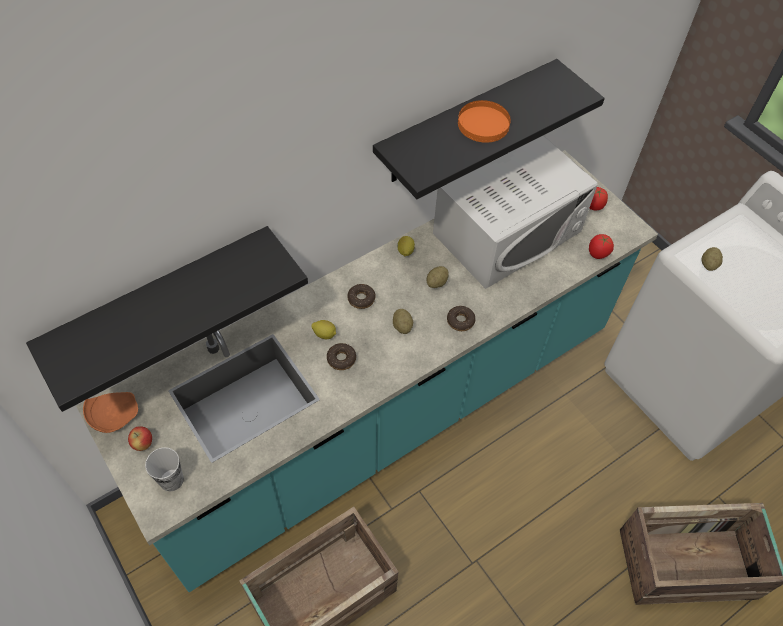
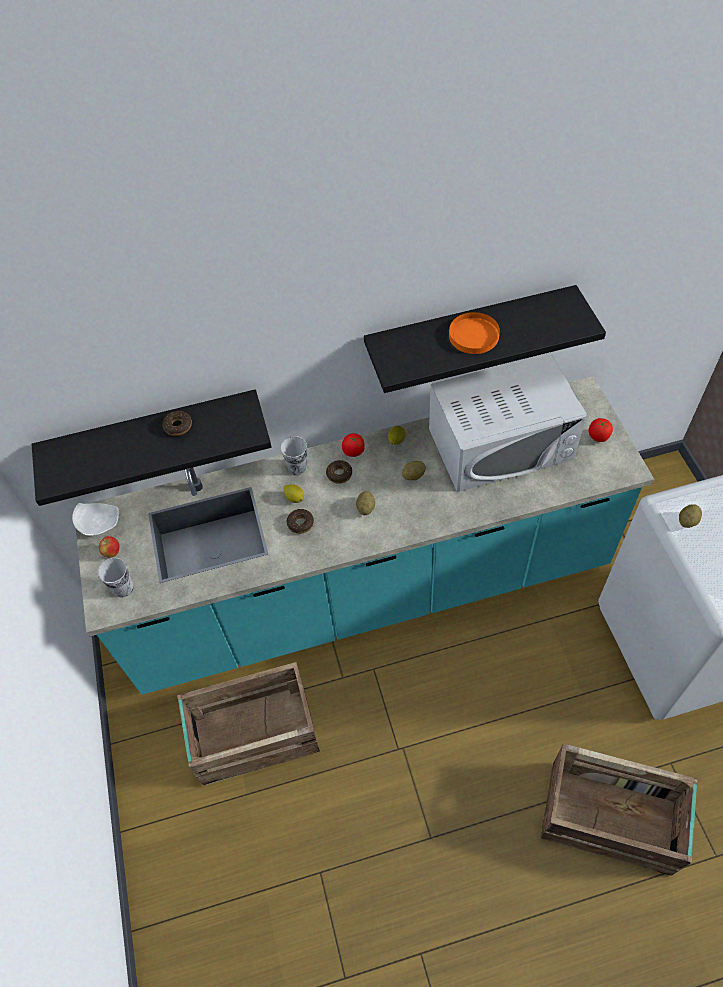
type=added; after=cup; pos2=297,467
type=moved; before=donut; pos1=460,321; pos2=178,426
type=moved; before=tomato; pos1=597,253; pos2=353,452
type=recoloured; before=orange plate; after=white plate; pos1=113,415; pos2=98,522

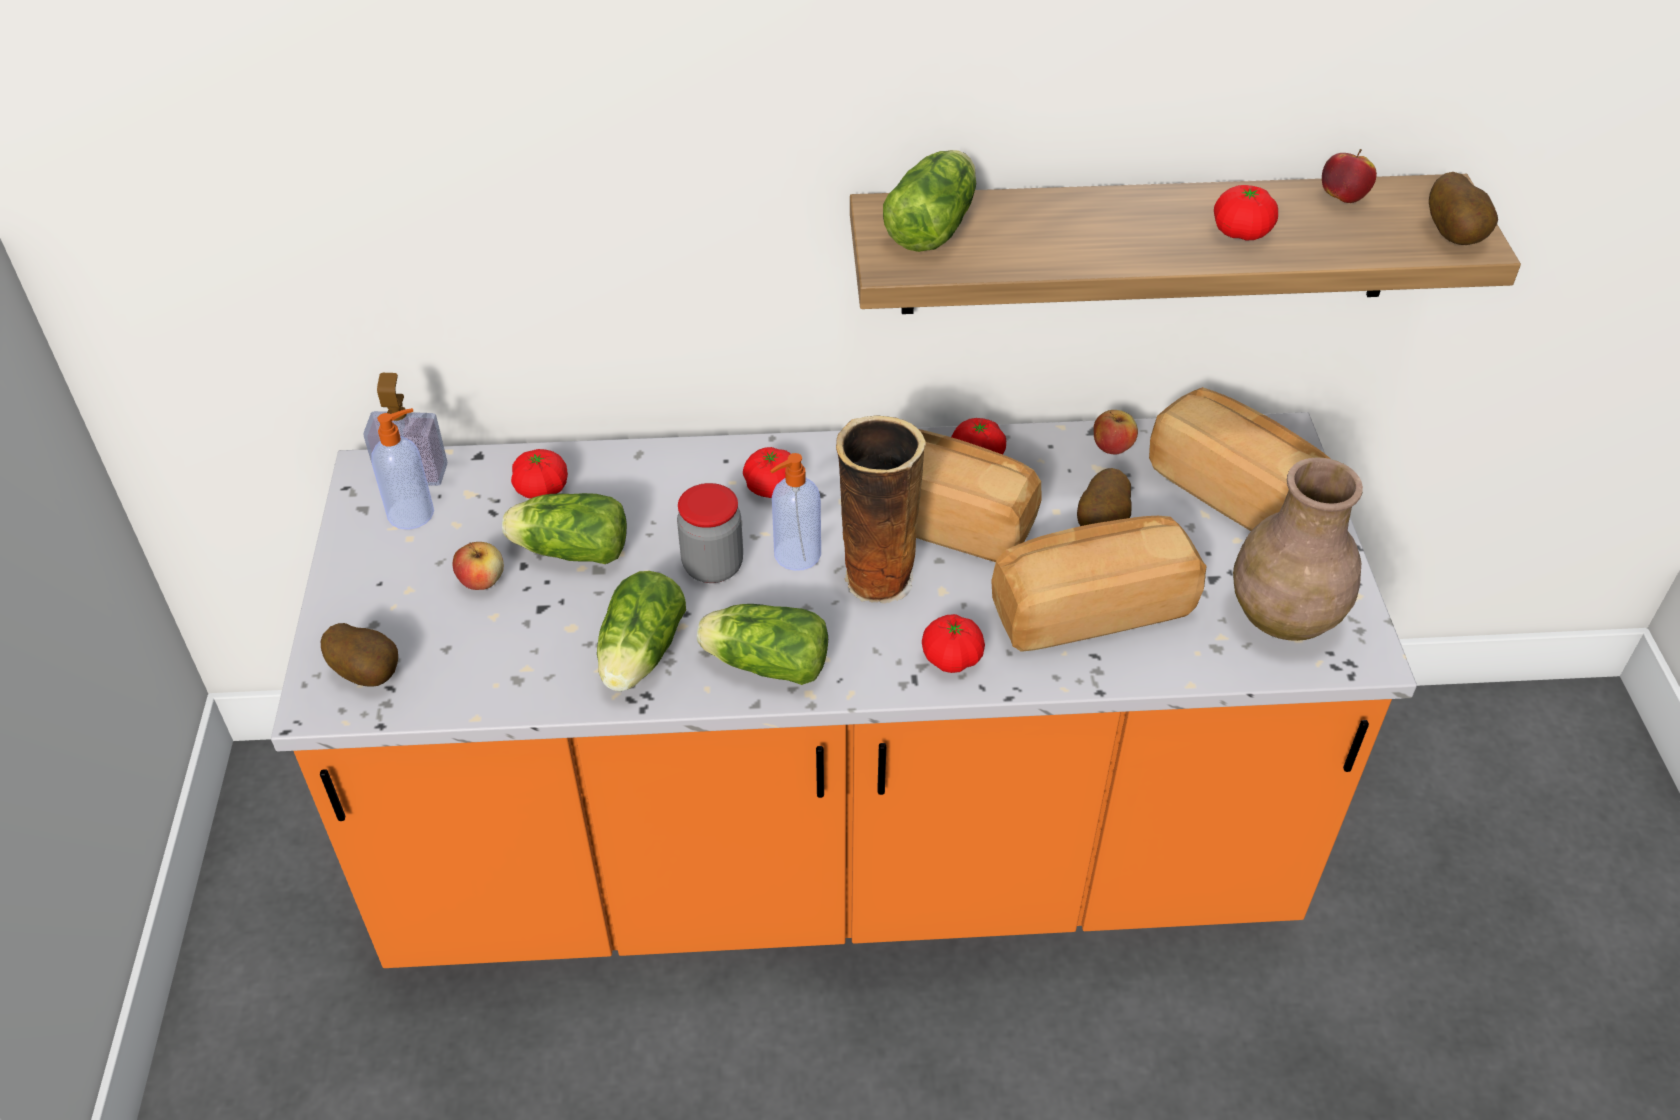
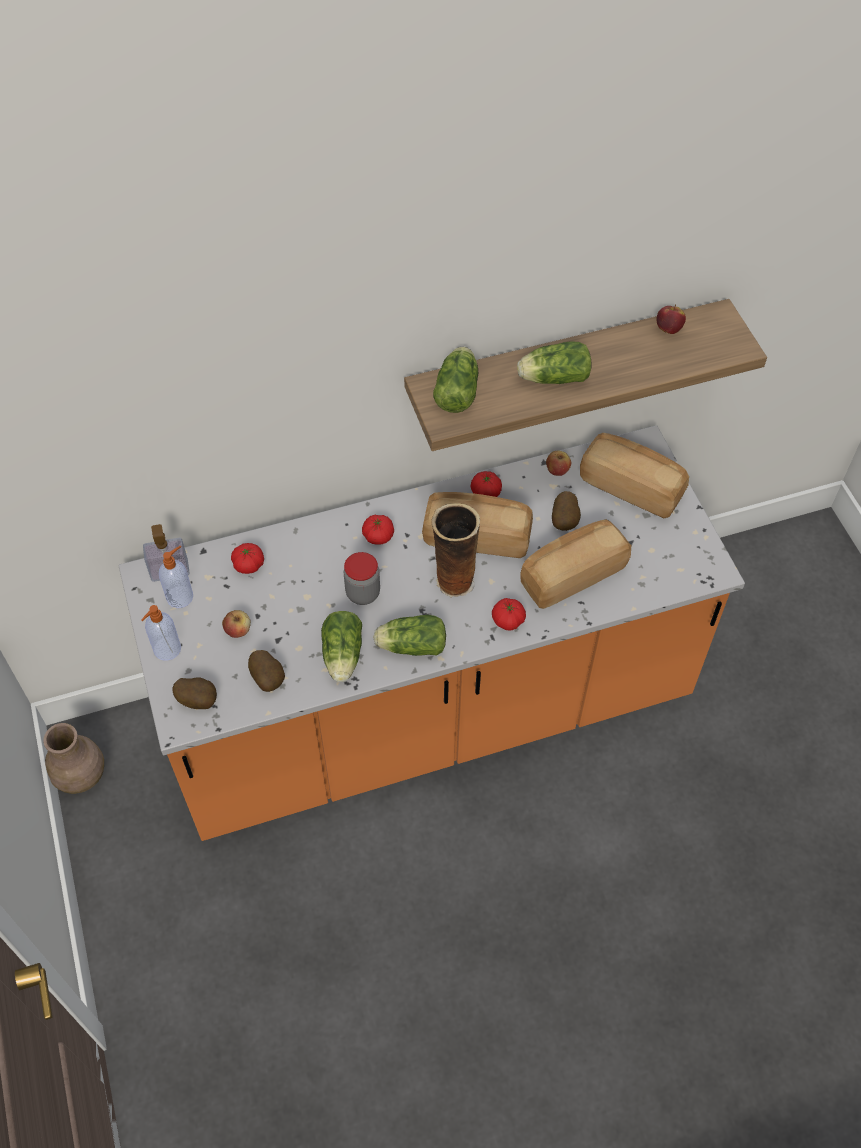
type=removed; before=tomato; pos1=1241,232
type=moved; before=lettuce; pos1=568,550; pos2=552,378
type=moved; before=soap dispenser; pos1=795,555; pos2=166,649
type=moved; before=brown vase; pos1=1284,618; pos2=81,777
type=moved; before=potato; pos1=1455,236; pos2=268,679

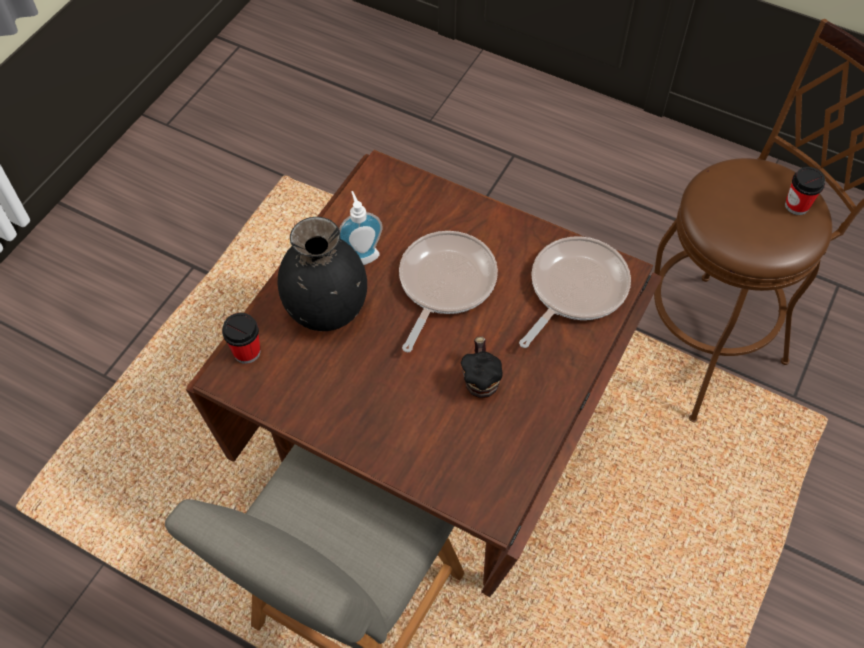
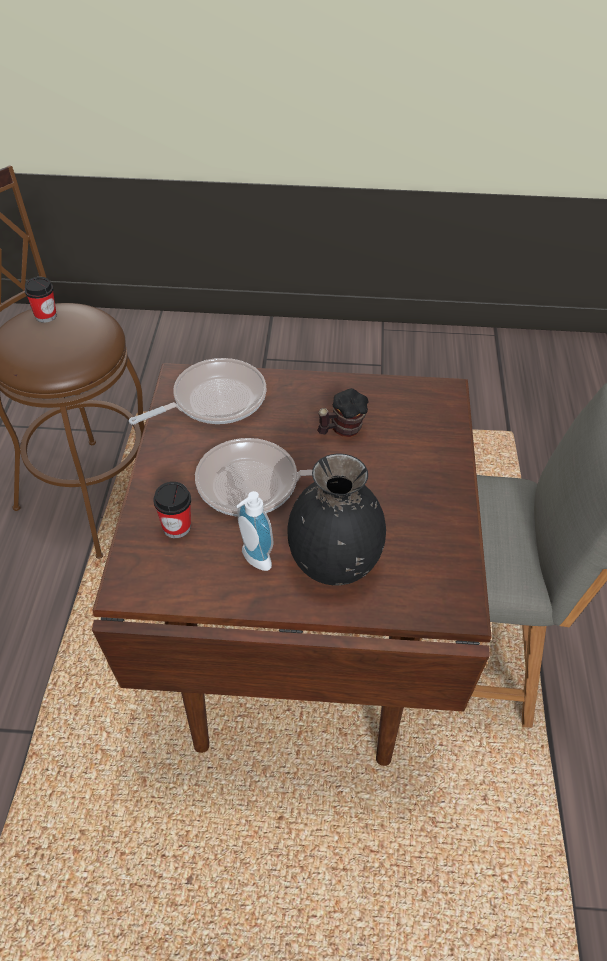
type=moved; before=cup; pos1=247,352; pos2=176,527
type=turned; before=frying pan; pos1=574,289; pos2=214,400; turn=135

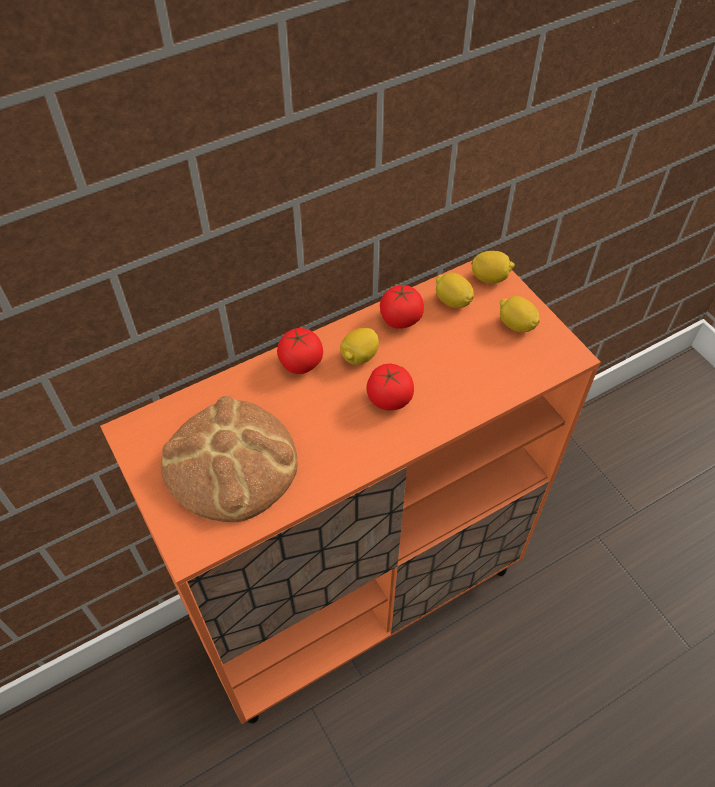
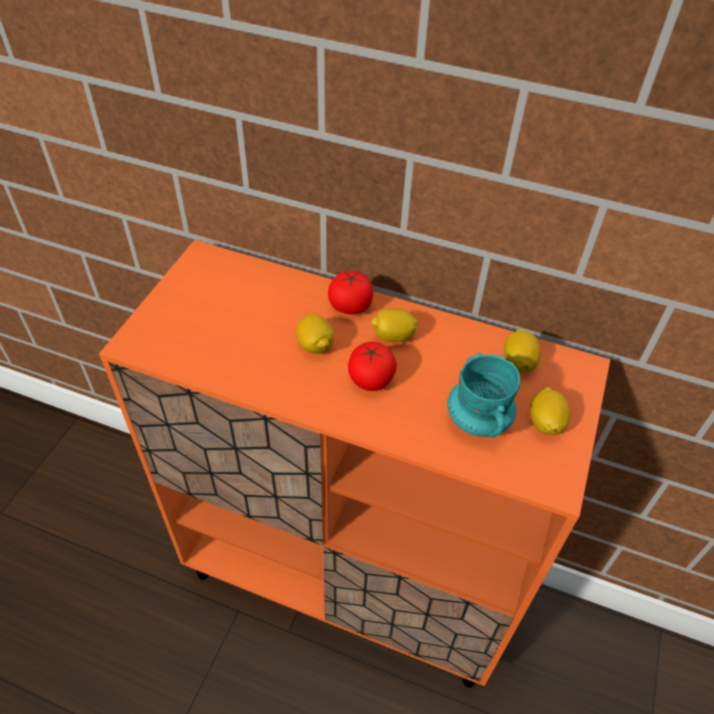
type=removed; before=bread; pos1=231,462
type=removed; before=tomato; pos1=400,319
type=added; after=turquoise mug; pos2=477,419
type=moved; before=lemon; pos1=490,277; pos2=315,345

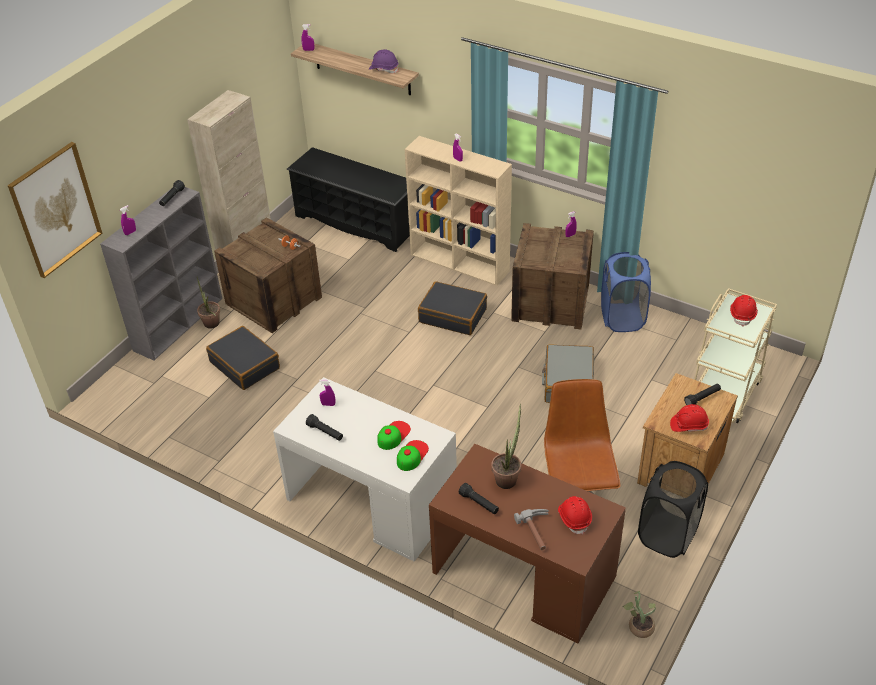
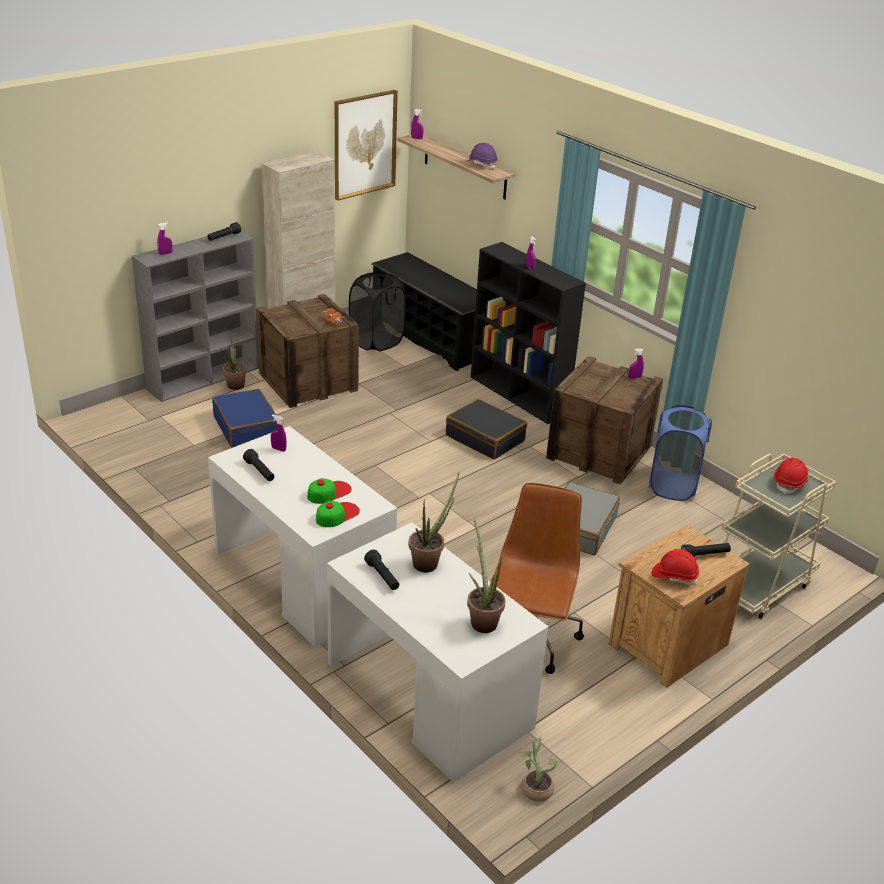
type=removed; before=hammer; pos1=538,531
type=moved; before=picture; pos1=55,210; pos2=364,144
type=moved; before=black laundry basket; pos1=668,534; pos2=376,341
type=replaced; before=red hard hat; after=potted plant; pos1=574,518; pos2=482,620
type=recoloured; before=black suitcase; after=blue suitcase; pos1=245,365; pos2=246,427
type=recoloured; before=beige bookcase; after=black bookcase; pos1=460,263; pos2=519,396
type=recoloured; before=brown desk; after=white desk; pos1=523,574; pos2=428,695

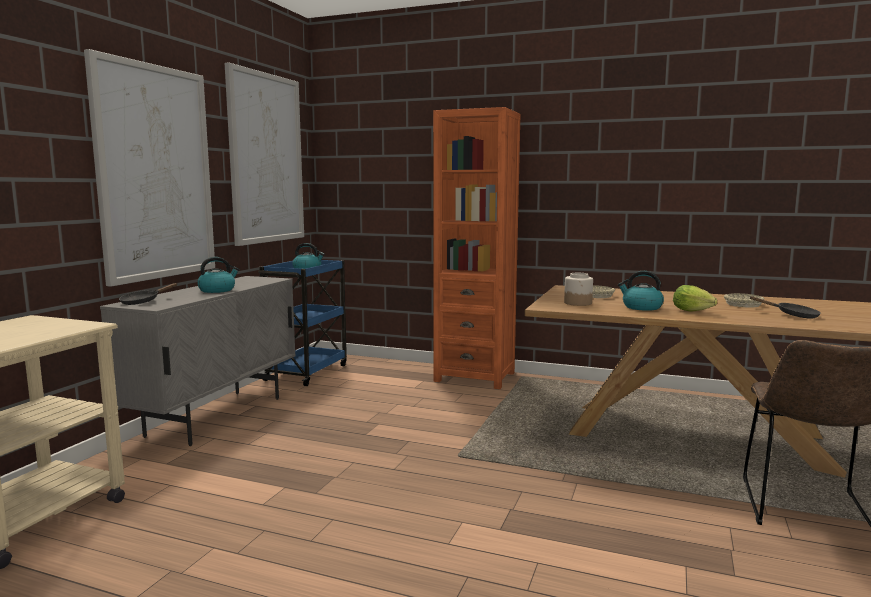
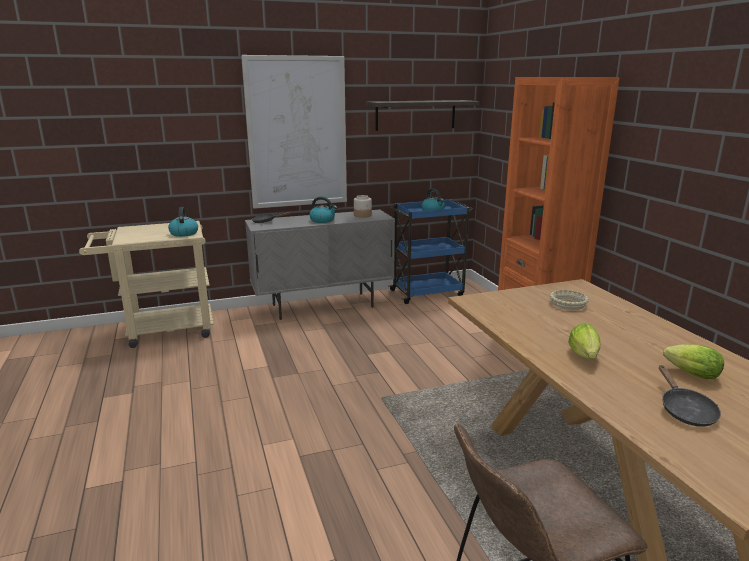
type=moved; before=jar; pos1=578,303; pos2=362,215
type=moved; before=kettle; pos1=641,307; pos2=184,233
type=replaced; before=picture; after=shelf; pos1=266,159; pos2=415,115
type=replaced; before=beige bowl; after=lettuce; pos1=743,304; pos2=689,373

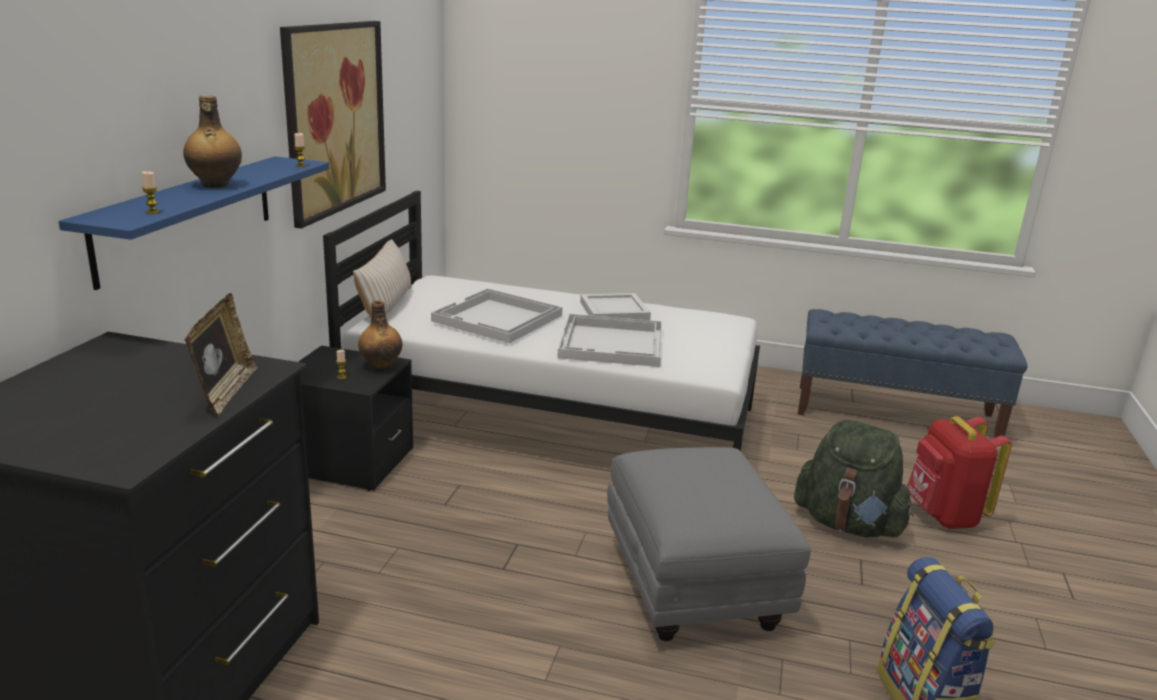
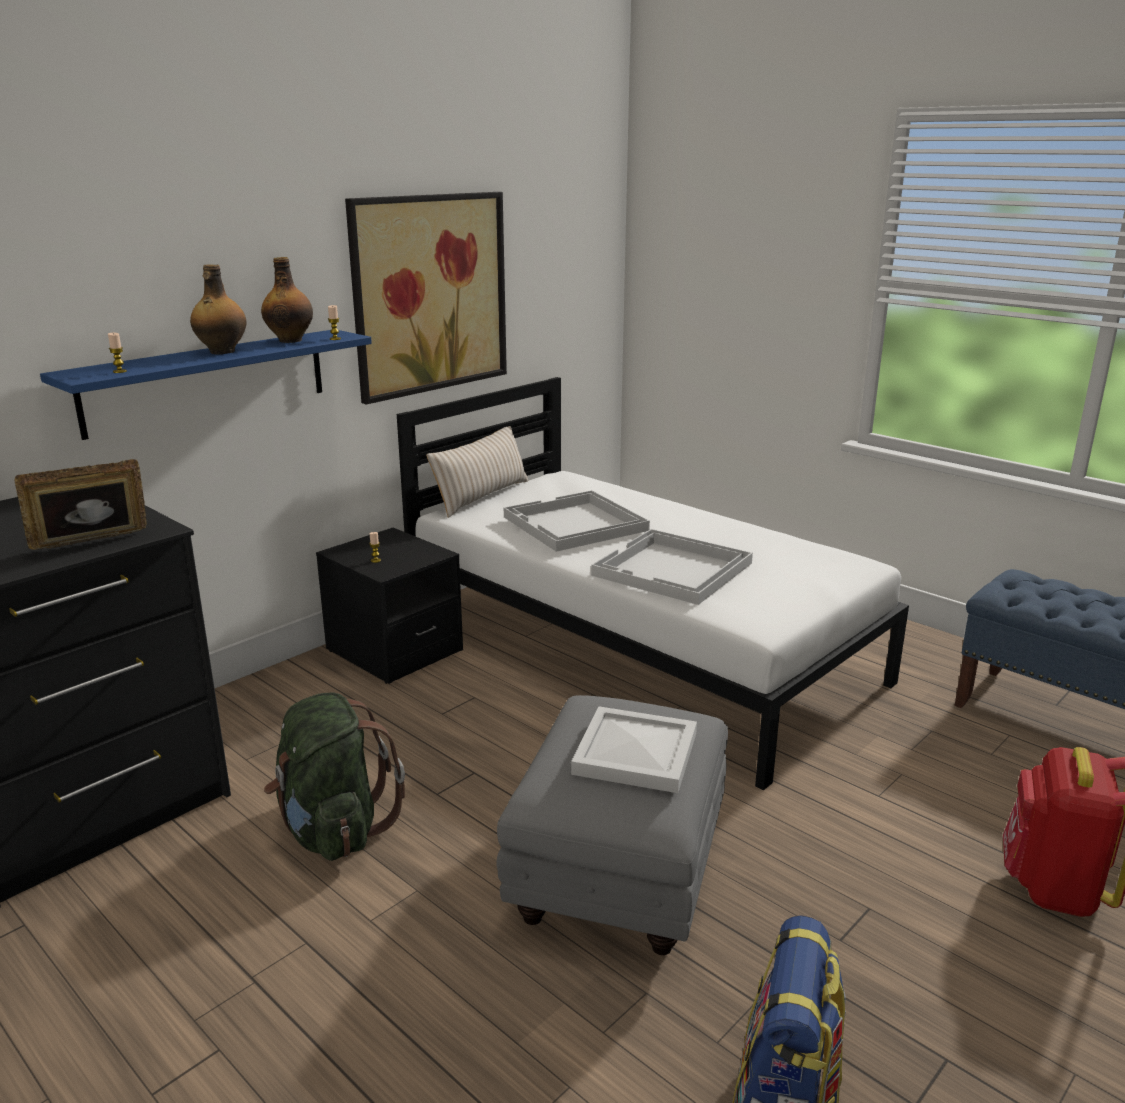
type=moved; before=bottle; pos1=381,366; pos2=290,340
type=moved; before=white tray; pos1=613,310; pos2=634,752
type=moved; before=green backpack; pos1=848,524; pos2=334,830
type=turned; before=picture frame; pos1=225,392; pos2=91,544; turn=-150

